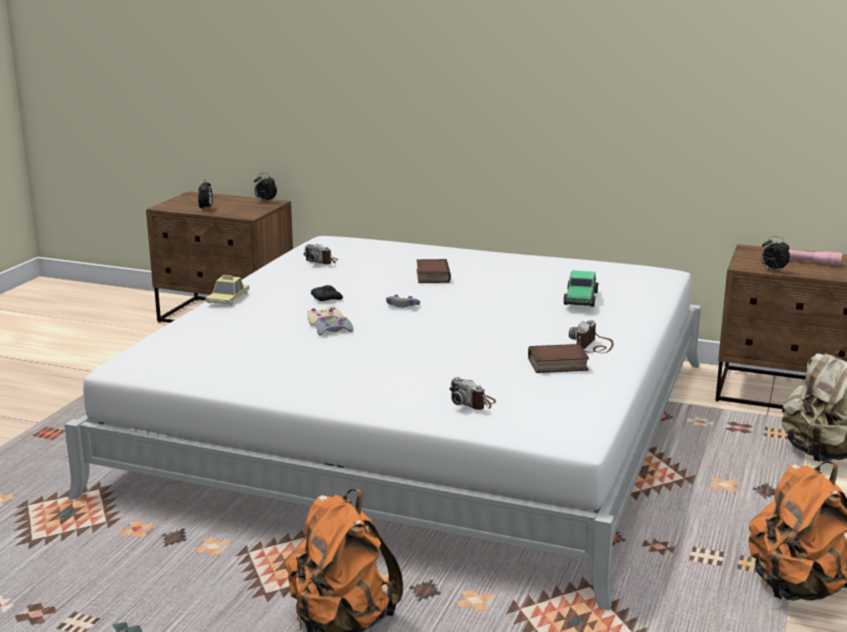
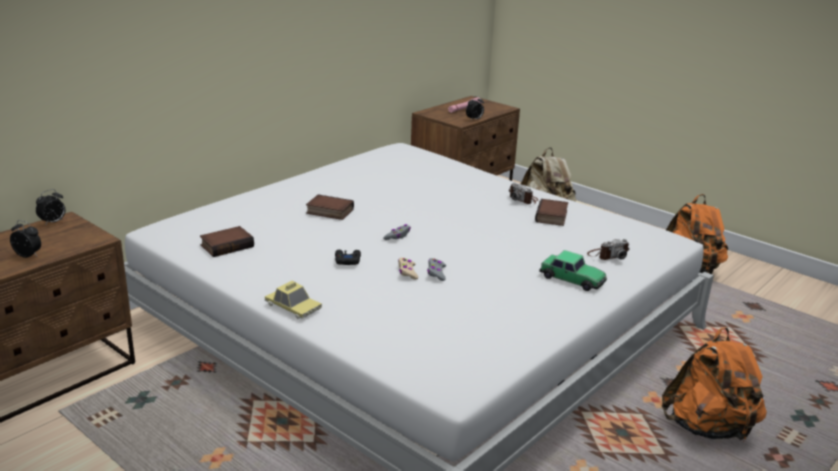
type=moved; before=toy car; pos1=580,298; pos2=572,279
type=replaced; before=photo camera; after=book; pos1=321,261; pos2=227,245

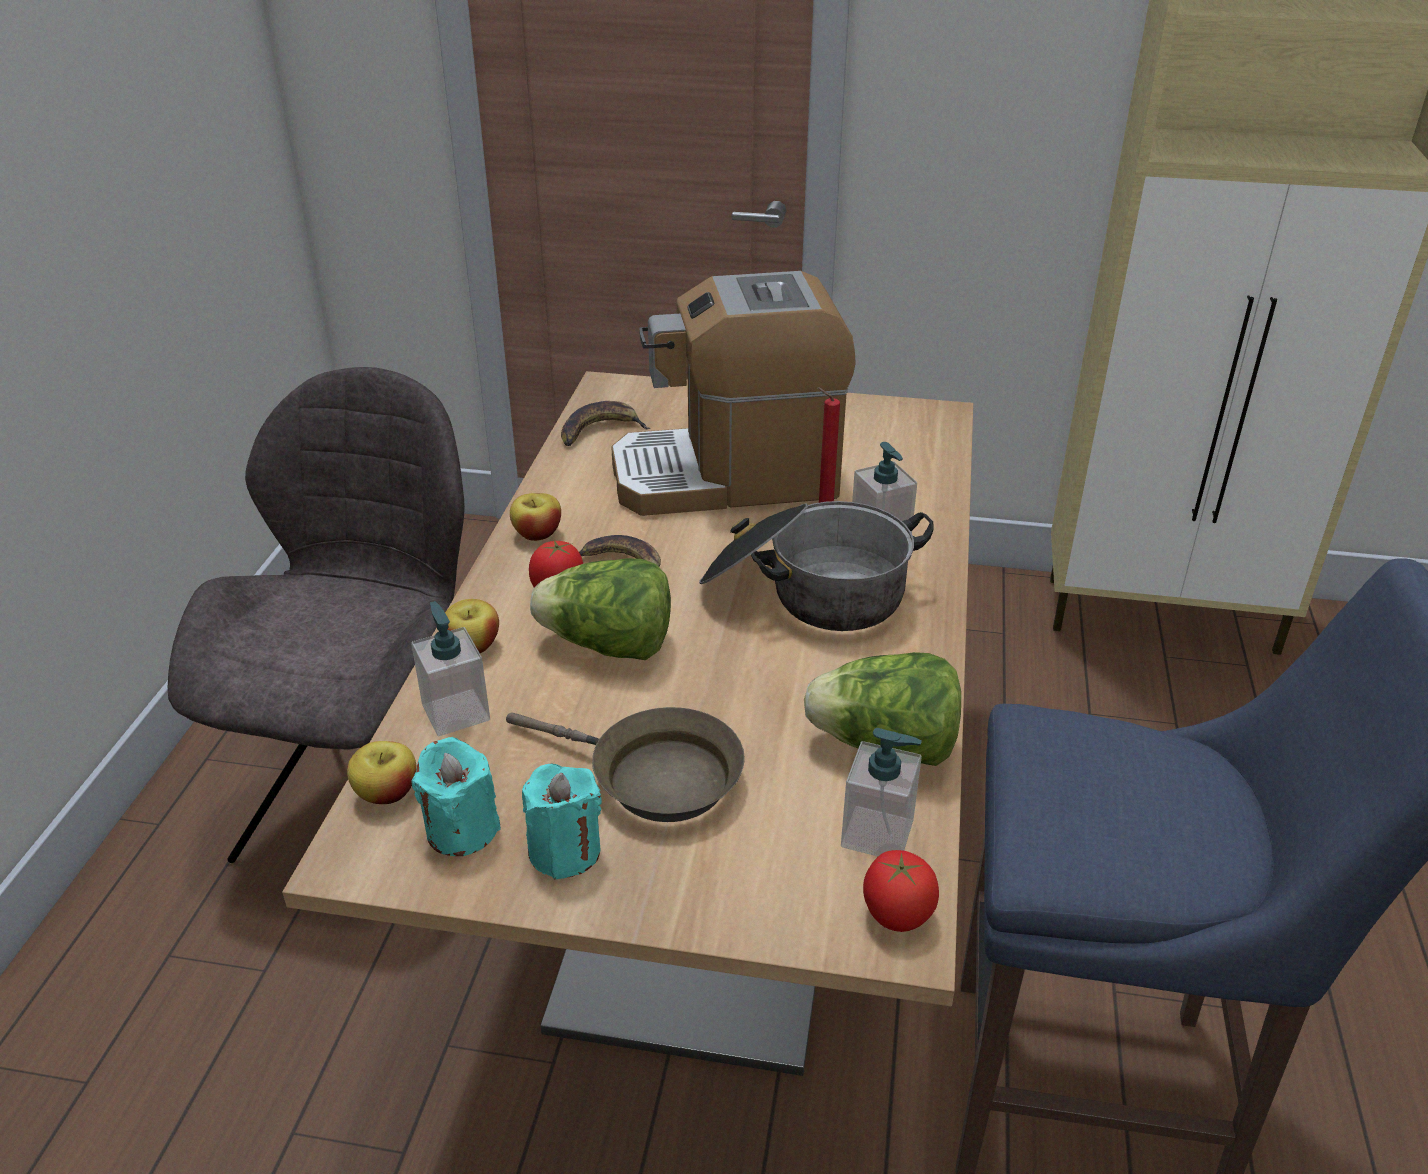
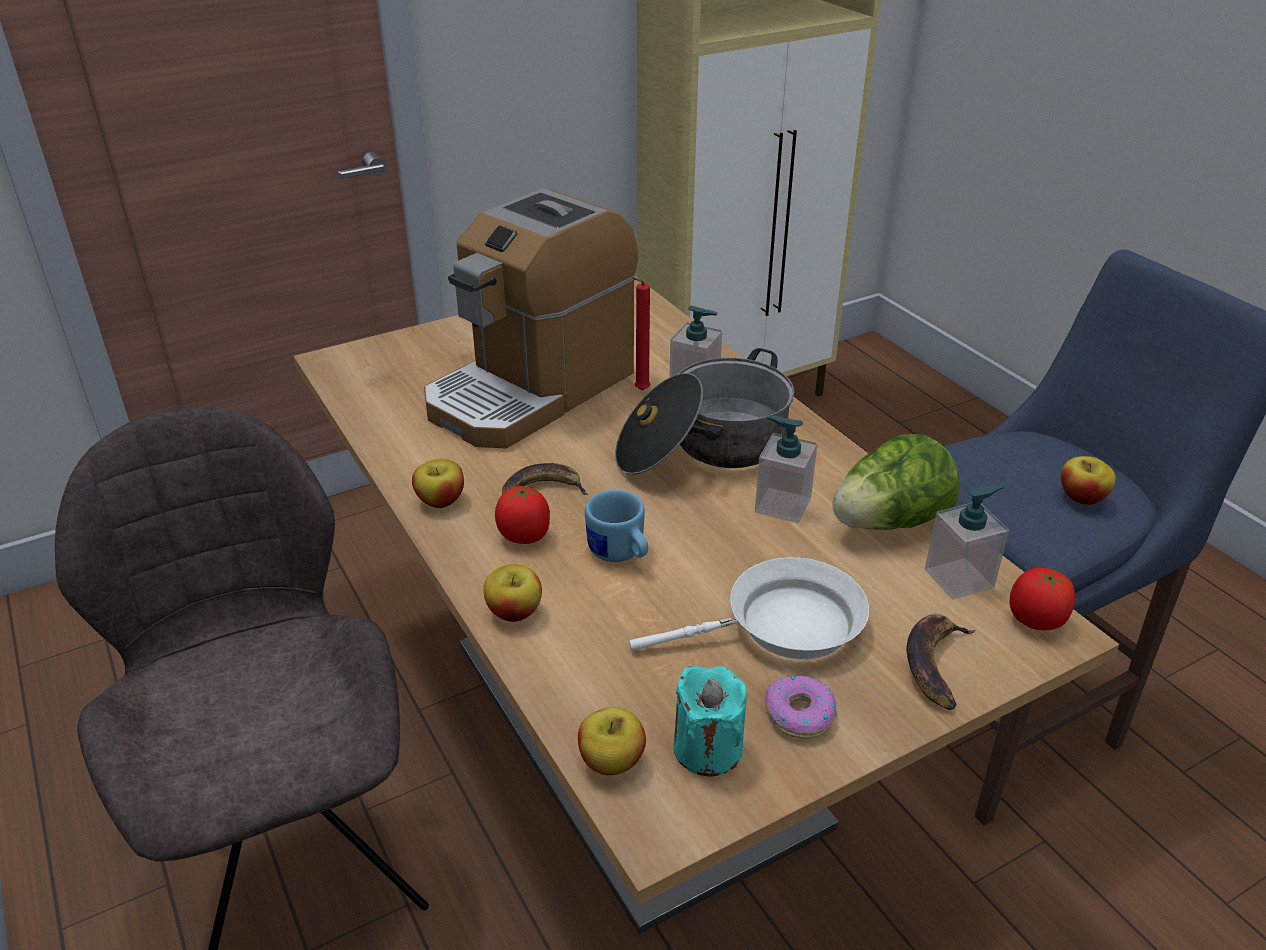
type=added; after=apple; pos2=1082,497
type=moved; before=soap dispenser; pos1=455,712; pos2=782,505
type=moved; before=banana; pos1=600,431; pos2=936,664
type=replaced; before=turquoise candle; after=donut; pos1=565,851; pos2=799,714
type=replaced; before=lettuce; after=blue mug; pos1=608,646; pos2=620,555
type=recoloured; before=brown frying pan; after=white frying pan; pos1=654,777; pos2=783,626

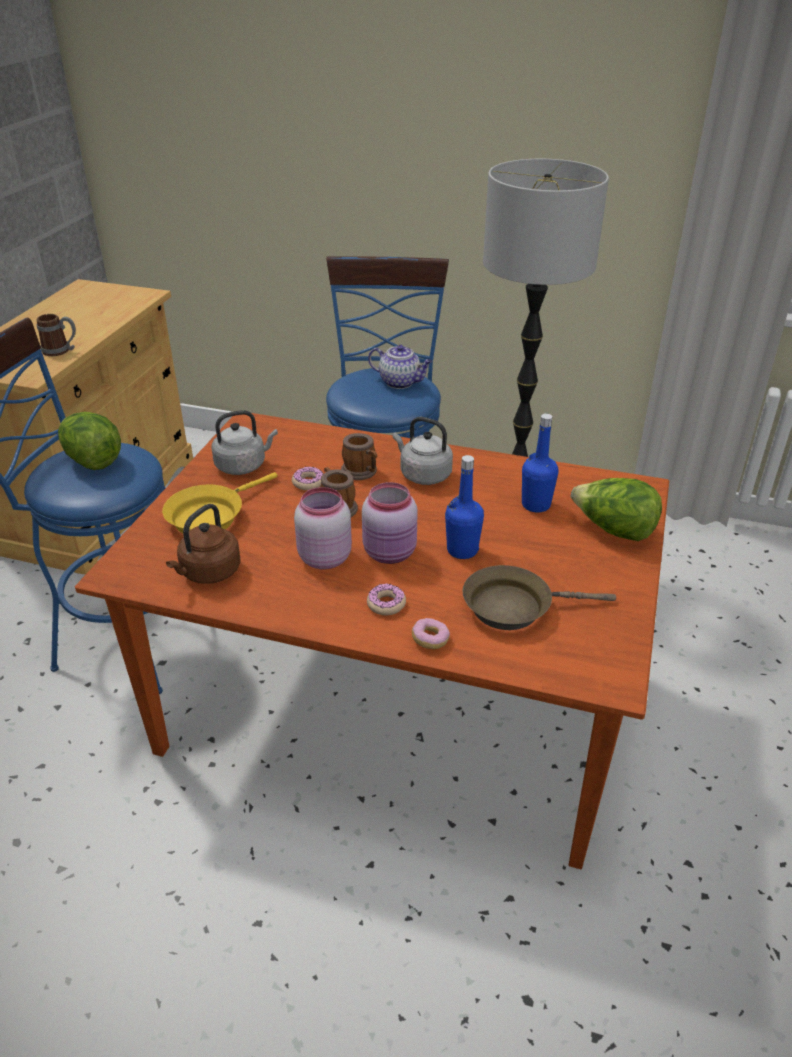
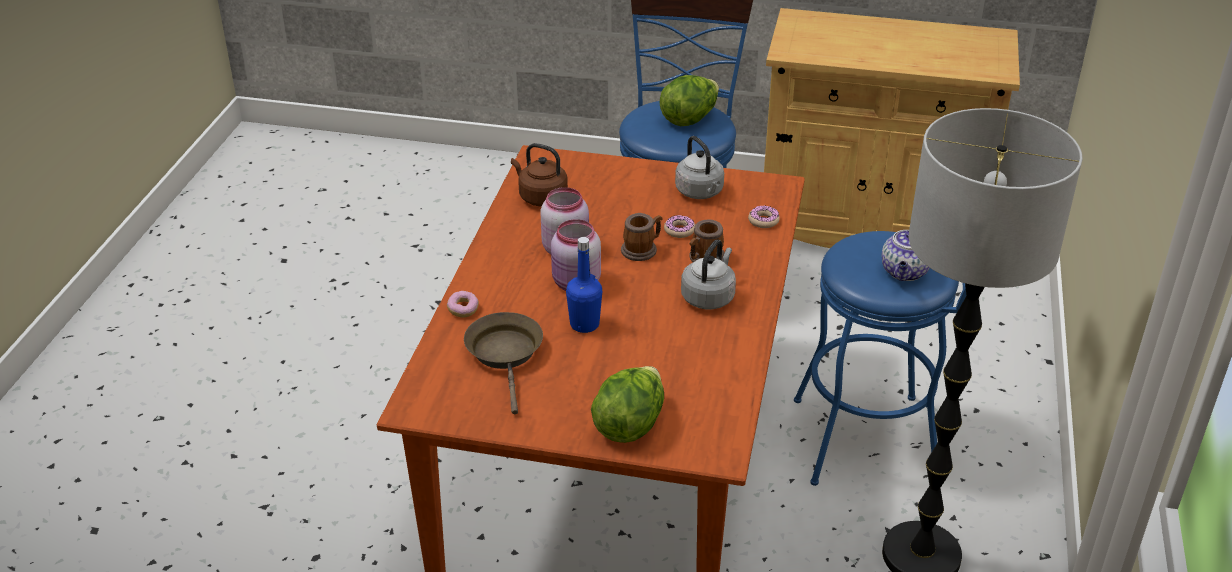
type=removed; before=mug; pos1=61,351
type=removed; before=yellow frying pan; pos1=210,516
type=removed; before=blue bottle; pos1=536,505
type=moved; before=donut; pos1=386,604; pos2=763,221

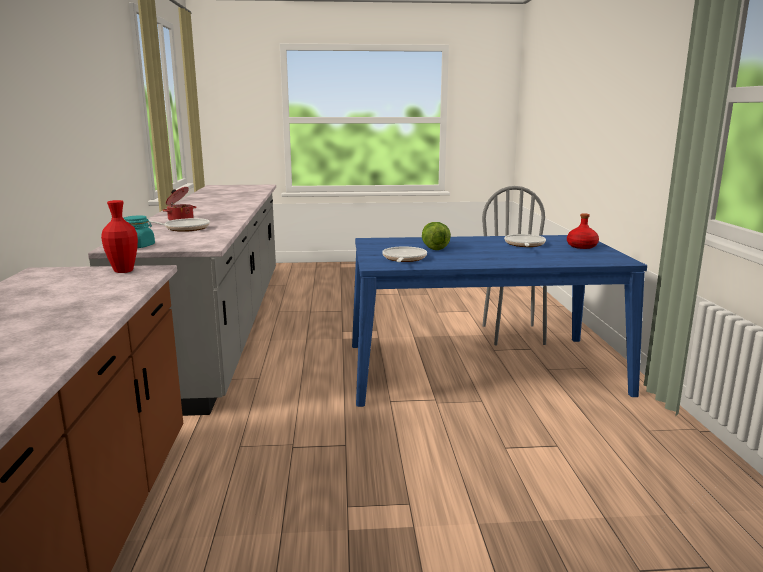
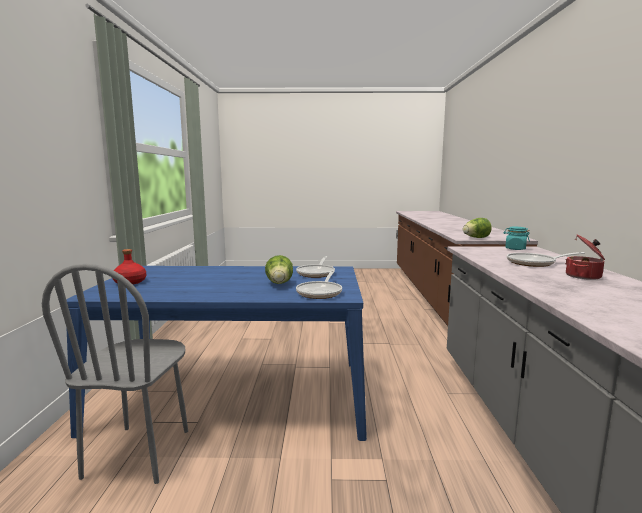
type=moved; before=frying pan; pos1=524,245; pos2=320,292
type=replaced; before=red vase; after=lettuce; pos1=123,271; pos2=475,238

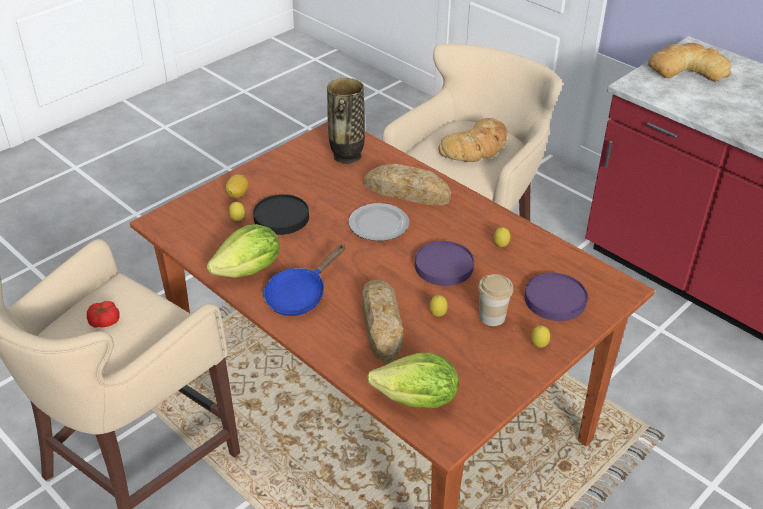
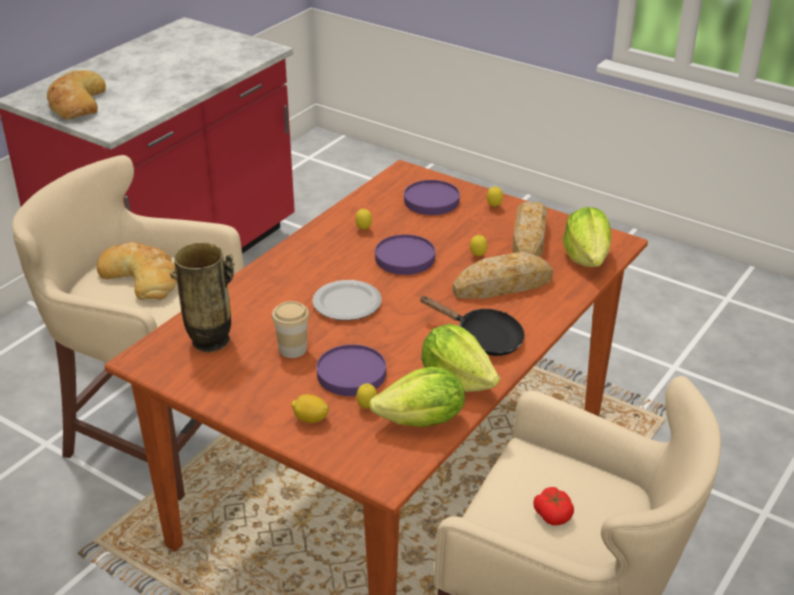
type=added; after=lettuce; pos2=422,421
type=moved; before=bread; pos1=407,191; pos2=529,238
type=moved; before=cup; pos1=492,317; pos2=292,349
type=recoloured; before=black plate; after=purple plate; pos1=281,217; pos2=350,374
type=recoloured; before=blue frying pan; after=black frying pan; pos1=300,295; pos2=483,338

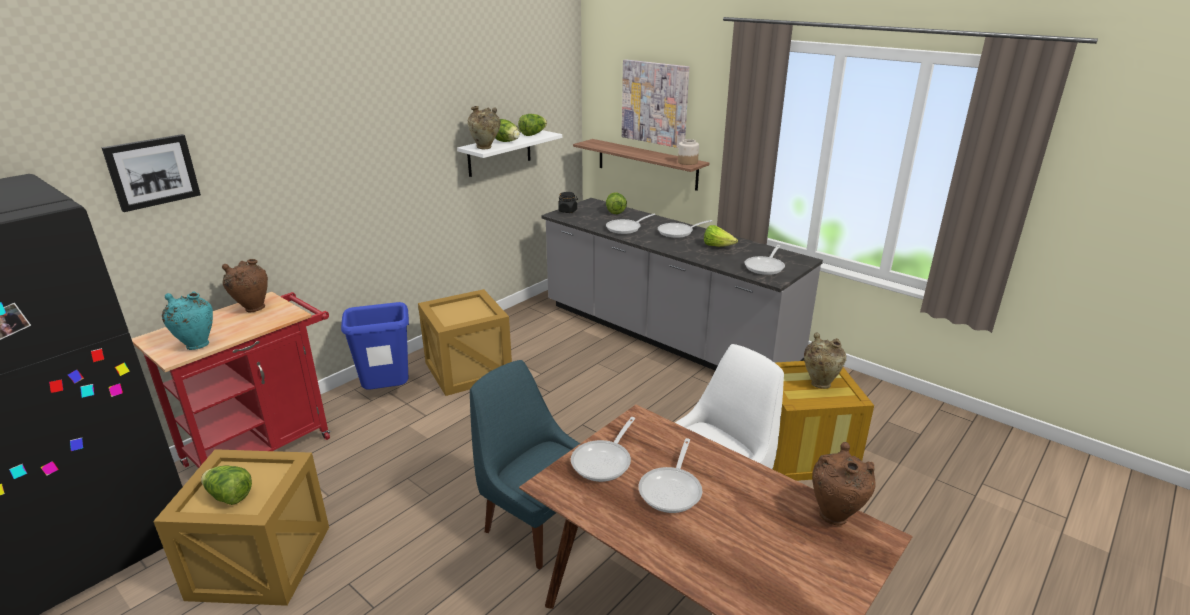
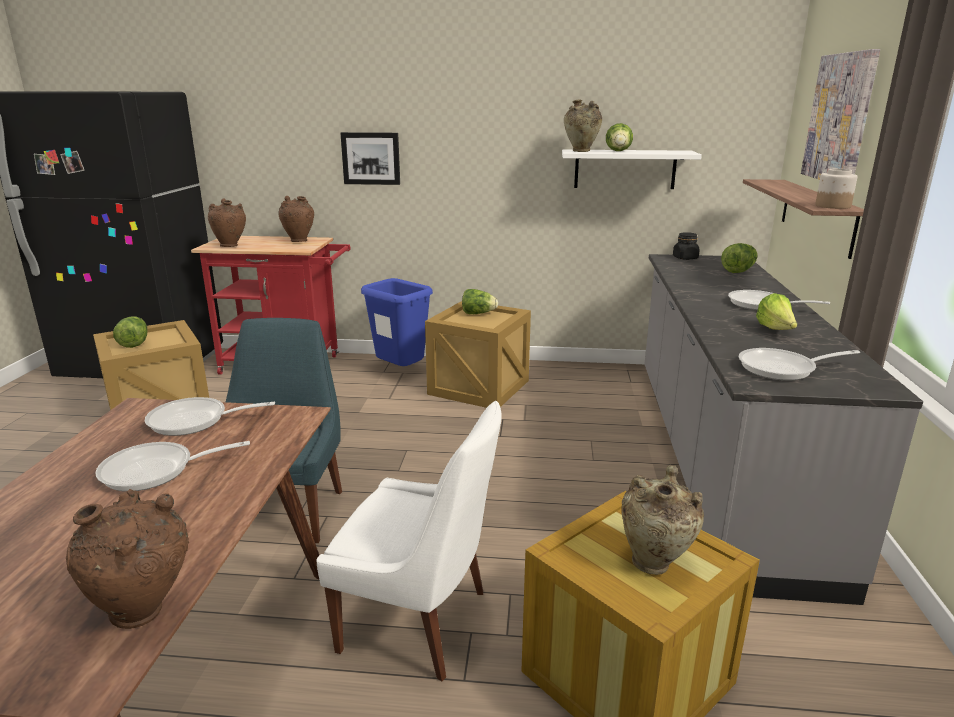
type=removed; before=frying pan; pos1=626,228
type=moved; before=picture; pos1=152,172; pos2=371,158
type=moved; before=lettuce; pos1=533,134; pos2=478,313
type=recoloured; before=turquoise vase; after=brown vase; pos1=197,345; pos2=230,246

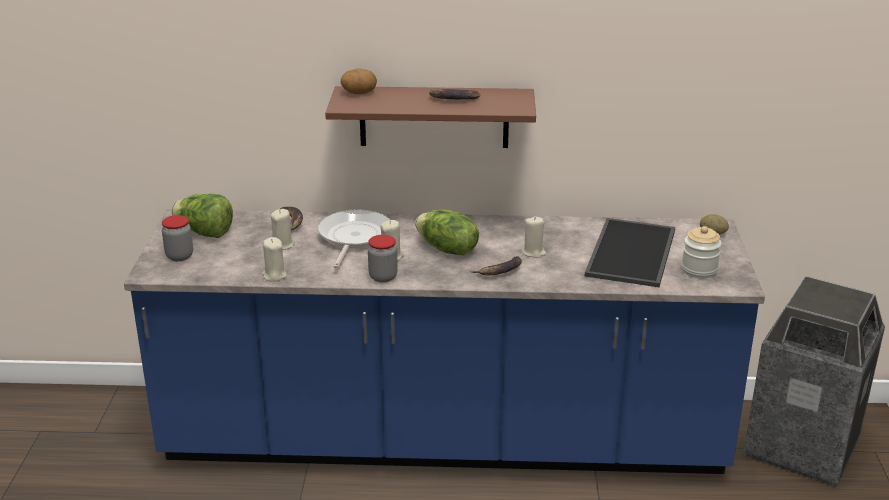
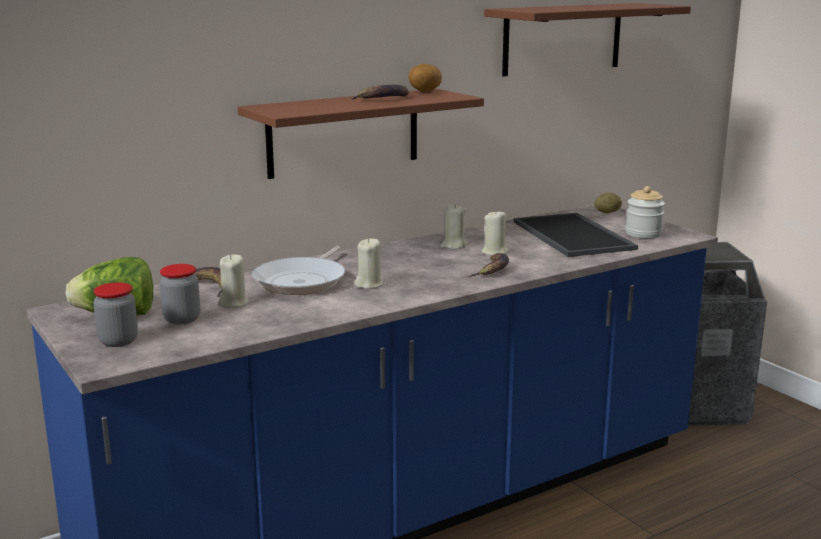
type=removed; before=lettuce; pos1=447,250
type=added; after=brown shelf; pos2=563,38
type=moved; before=beige candle; pos1=274,275; pos2=453,246
type=moved; before=potato; pos1=359,93; pos2=424,91
type=moved; before=jar; pos1=383,277; pos2=182,319
type=turned; before=frying pan; pos1=353,237; pos2=303,281; turn=-135

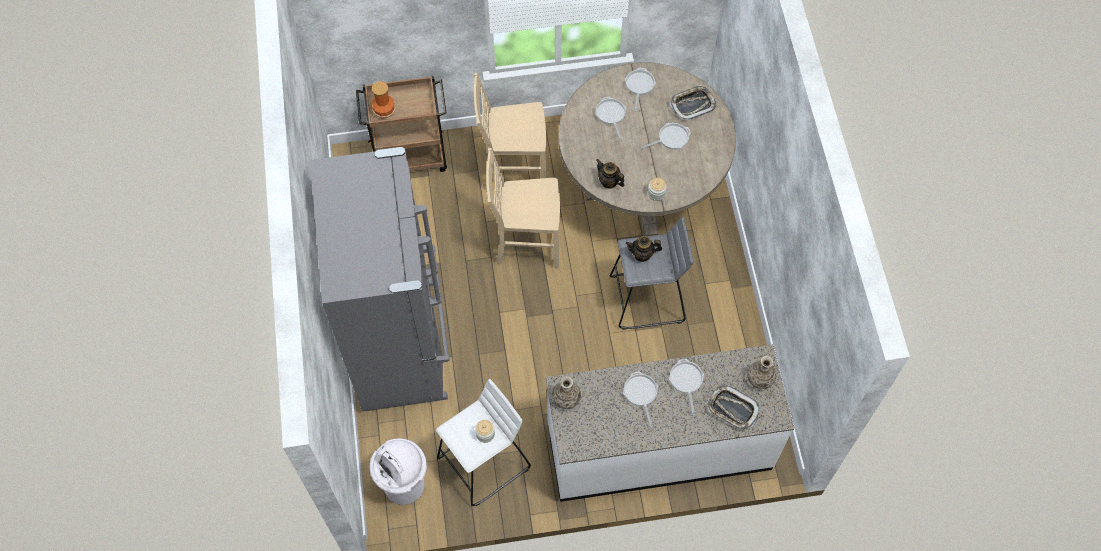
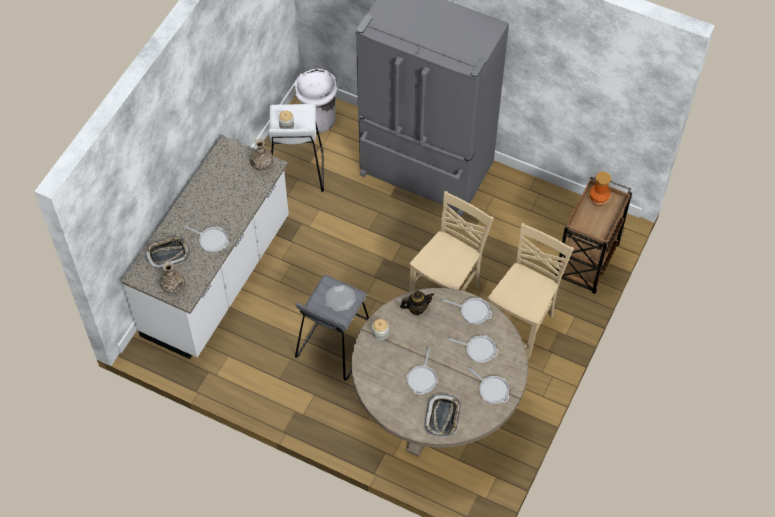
type=moved; before=frying pan; pos1=640,394; pos2=472,311
type=replaced; before=teapot; after=plate; pos1=642,254; pos2=340,298

